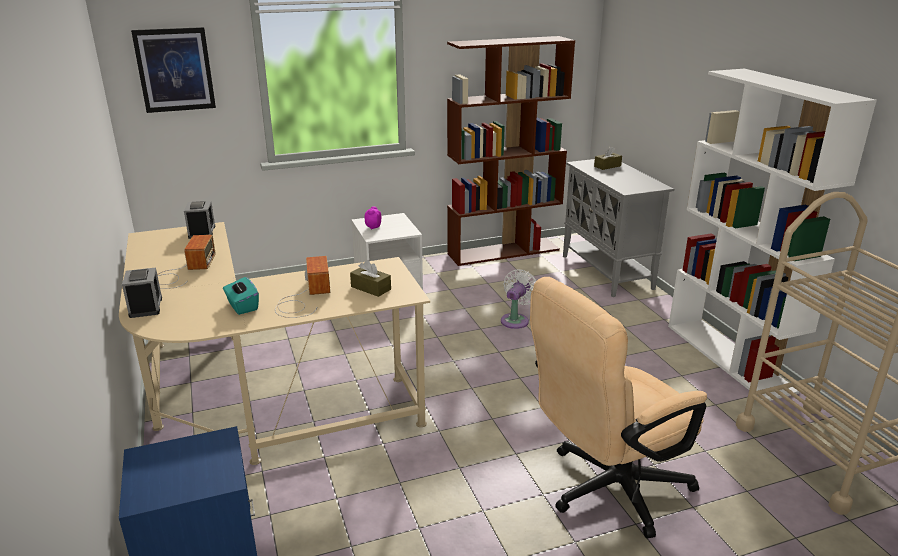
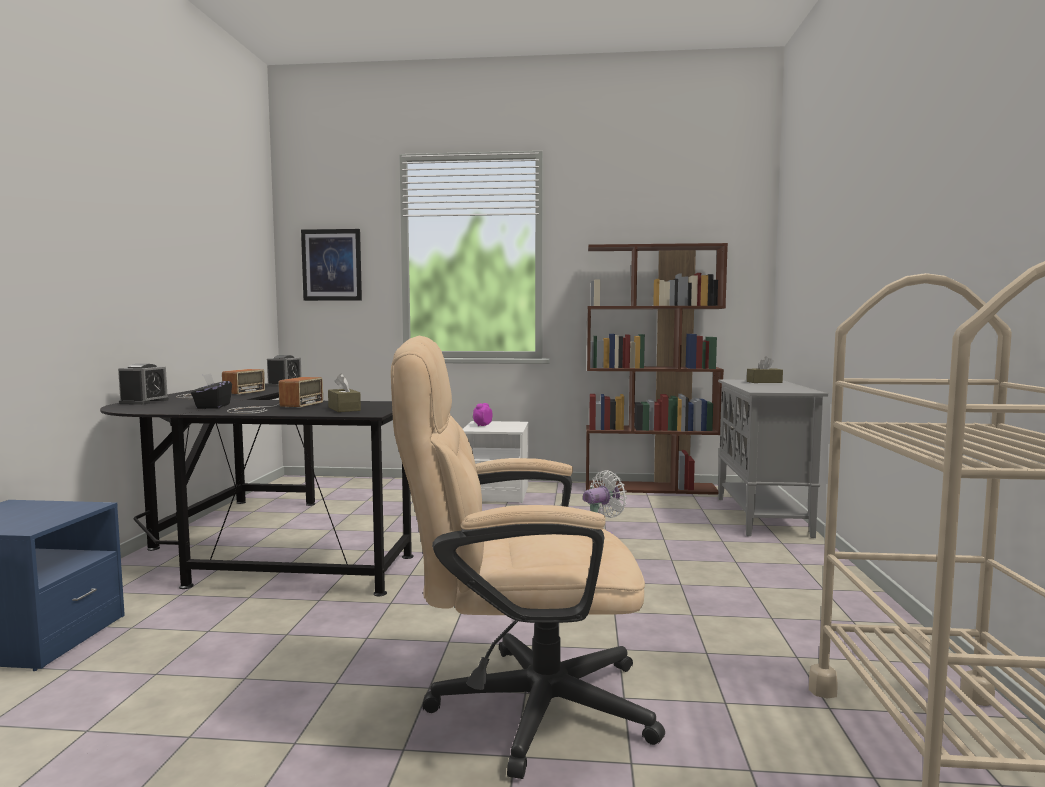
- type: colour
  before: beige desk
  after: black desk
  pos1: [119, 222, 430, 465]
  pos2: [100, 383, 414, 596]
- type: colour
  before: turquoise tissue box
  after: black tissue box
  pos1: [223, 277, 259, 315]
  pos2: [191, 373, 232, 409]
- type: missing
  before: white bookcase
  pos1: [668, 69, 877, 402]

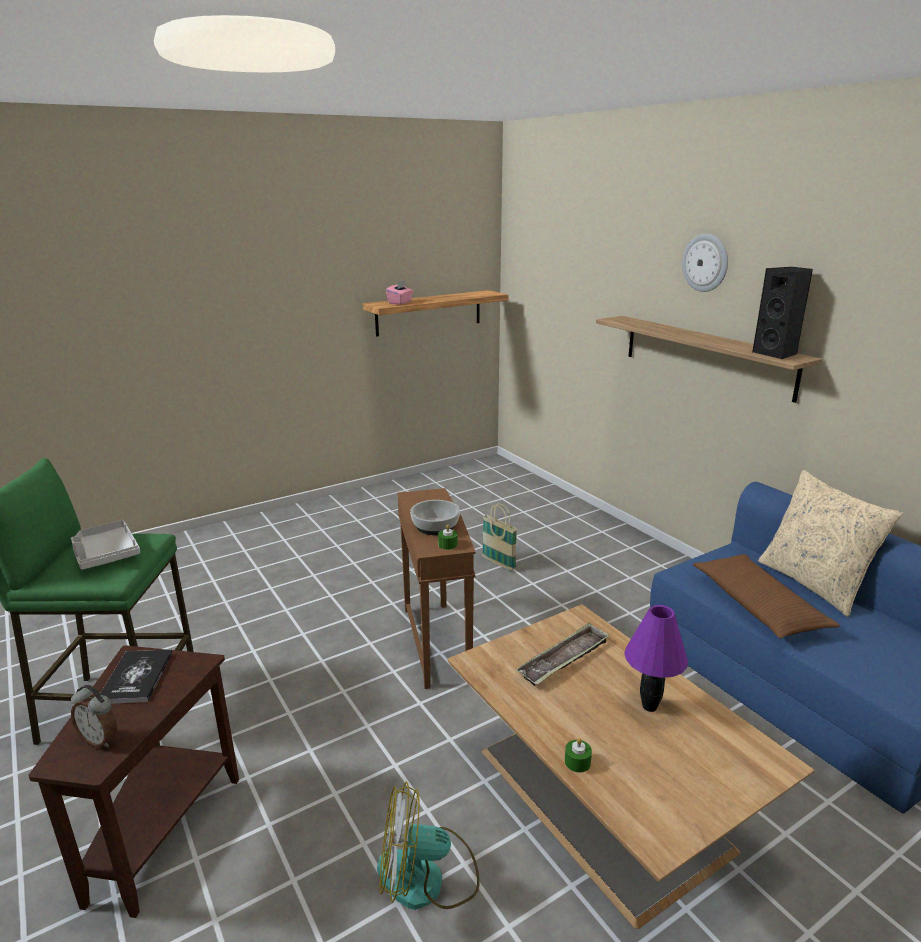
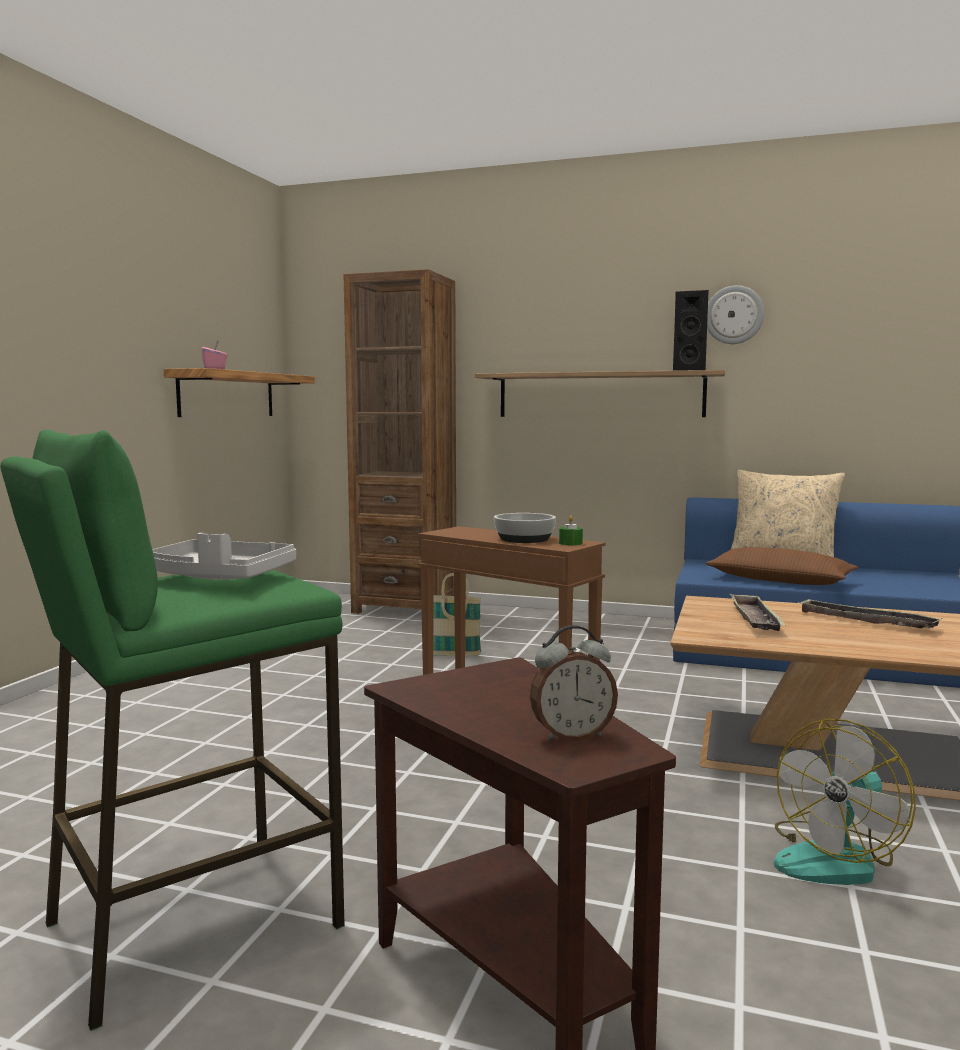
- type: appeared
  after: brown bookcase
  pos2: [344, 269, 456, 614]
- type: relocated
  before: wall clock
  pos1: [682, 234, 728, 292]
  pos2: [707, 285, 765, 344]
- type: exchanged
  before: purple table lamp
  after: tray
  pos1: [624, 605, 688, 712]
  pos2: [798, 598, 942, 628]
- type: missing
  before: book
  pos1: [100, 650, 173, 703]
- type: missing
  before: green candle
  pos1: [565, 738, 592, 773]

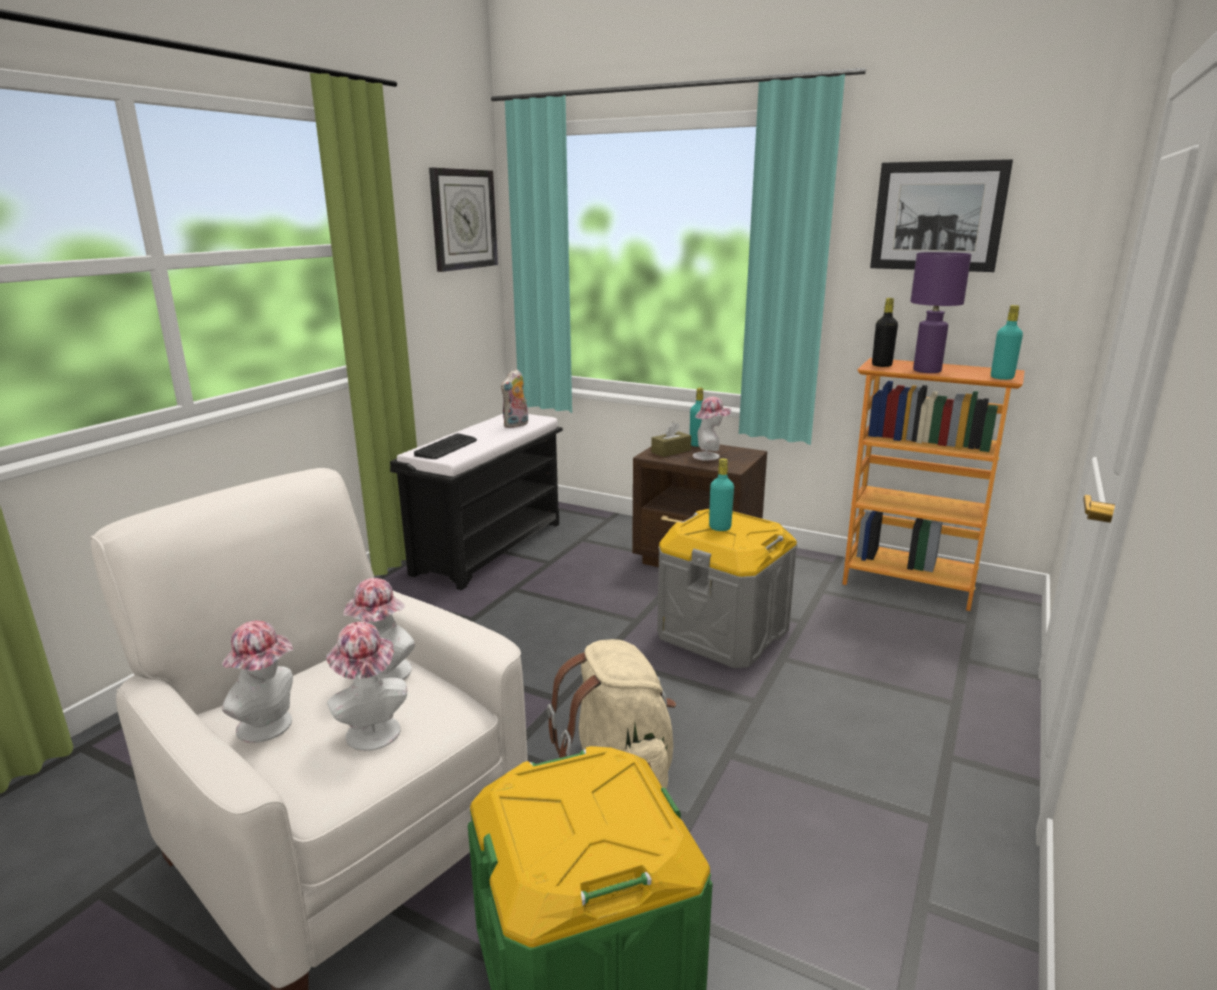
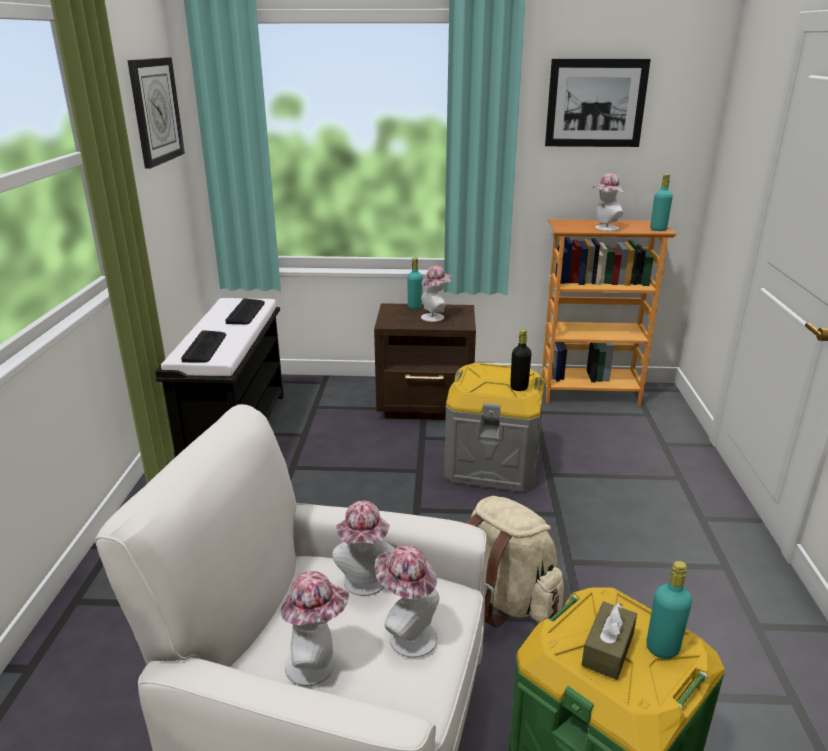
- type: exchanged
  before: plush toy
  after: keyboard
  pos1: [501, 369, 528, 428]
  pos2: [226, 298, 265, 324]
- type: relocated
  before: black bottle
  pos1: [872, 298, 898, 367]
  pos2: [510, 329, 532, 391]
- type: relocated
  before: brown tissue box
  pos1: [651, 422, 691, 457]
  pos2: [582, 601, 637, 680]
- type: exchanged
  before: purple table lamp
  after: hat
  pos1: [910, 252, 972, 373]
  pos2: [593, 173, 623, 231]
- type: relocated
  before: turquoise bottle
  pos1: [709, 458, 734, 531]
  pos2: [646, 561, 692, 659]

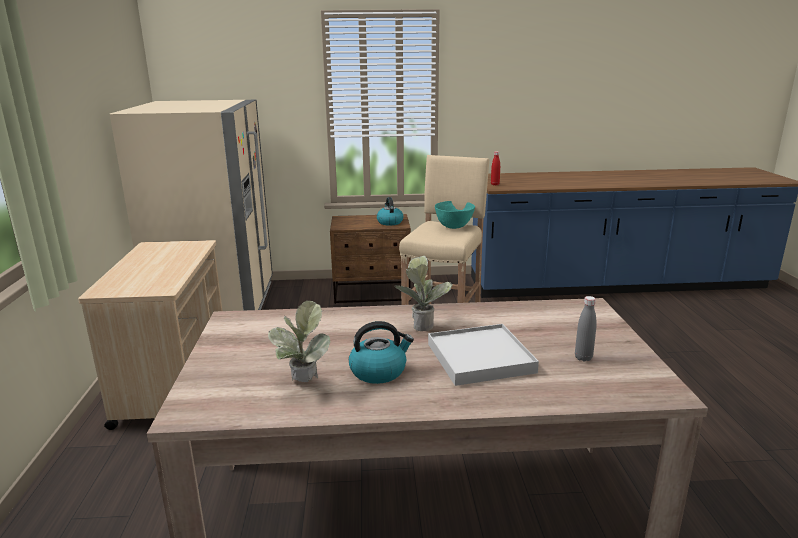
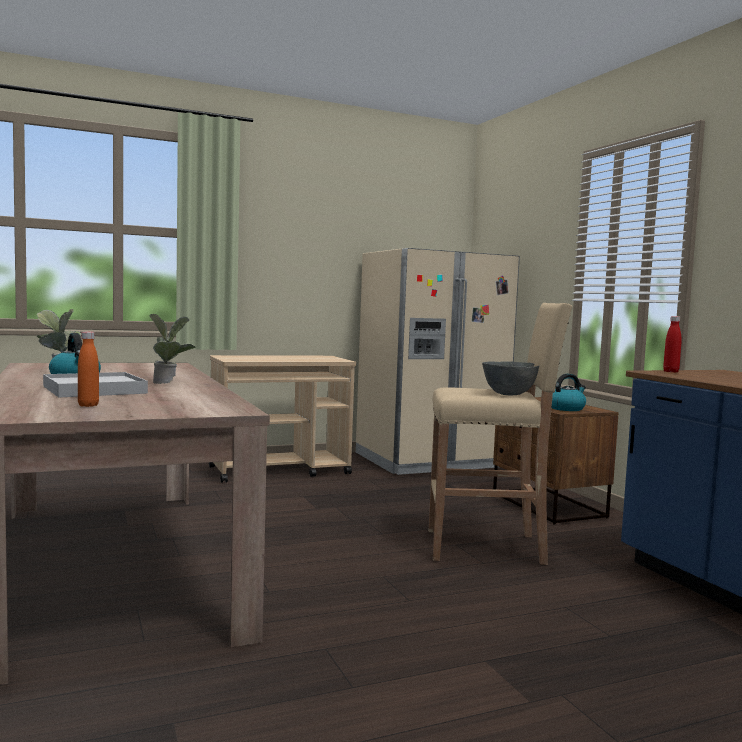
- type: colour
  before: grey bottle
  after: orange bottle
  pos1: [575, 296, 597, 362]
  pos2: [78, 332, 99, 407]
- type: colour
  before: turquoise bowl
  after: grey bowl
  pos1: [435, 201, 475, 229]
  pos2: [482, 361, 539, 395]

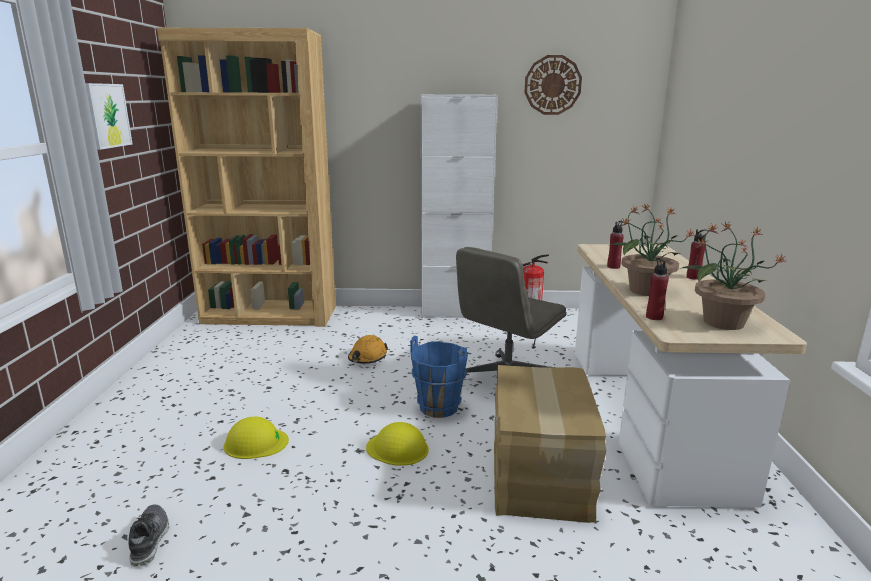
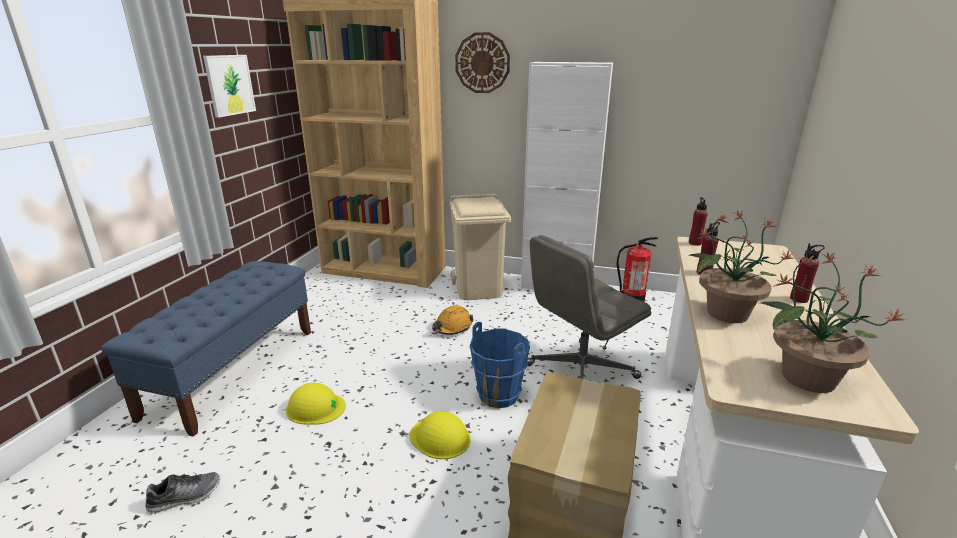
- type: appeared
  after: blue bench
  pos2: [101, 261, 311, 437]
- type: spun
  before: shoe
  pos1: [128, 504, 169, 567]
  pos2: [145, 472, 220, 514]
  turn: 60
- type: appeared
  after: beige trash can
  pos2: [449, 193, 511, 300]
- type: relocated
  before: wall clock
  pos1: [524, 55, 582, 115]
  pos2: [455, 32, 510, 93]
- type: relocated
  before: red bottle
  pos1: [646, 258, 669, 320]
  pos2: [689, 197, 708, 246]

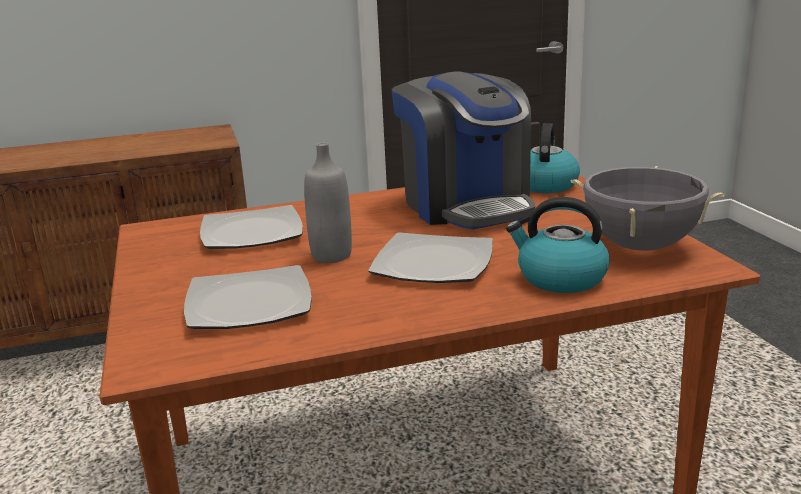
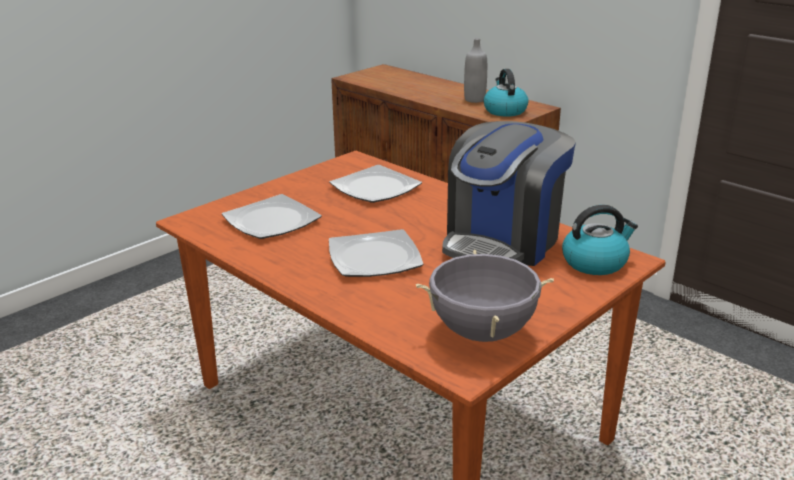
- type: relocated
  before: grey bottle
  pos1: [304, 143, 352, 263]
  pos2: [464, 38, 487, 103]
- type: relocated
  before: kettle
  pos1: [506, 197, 610, 293]
  pos2: [483, 69, 529, 117]

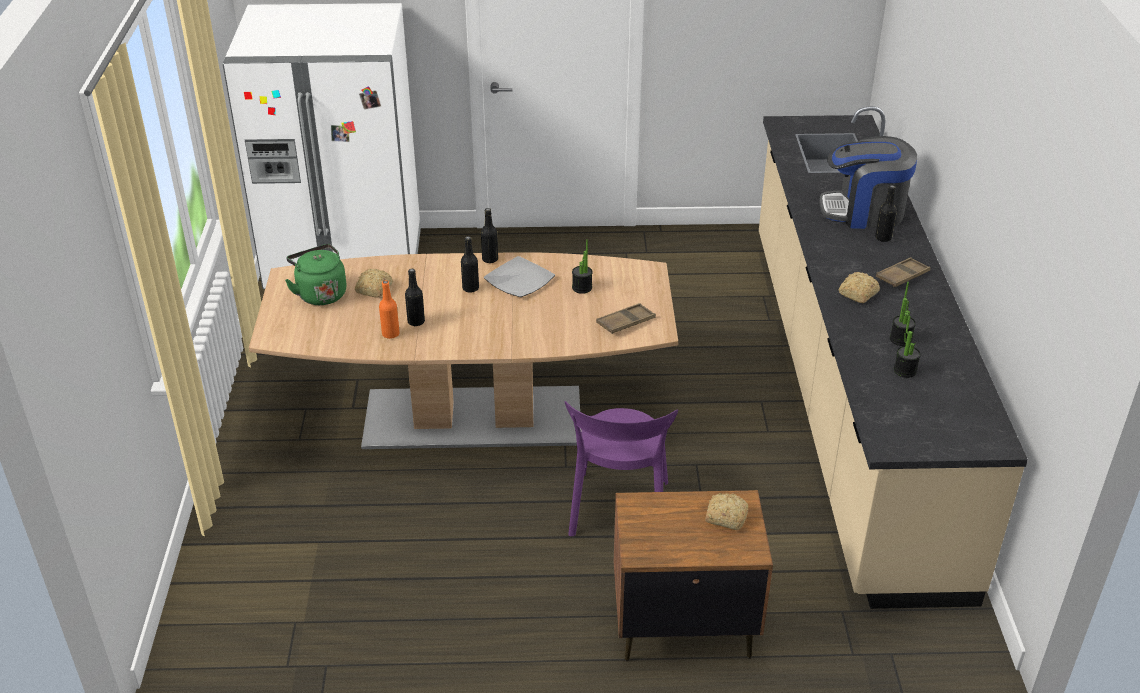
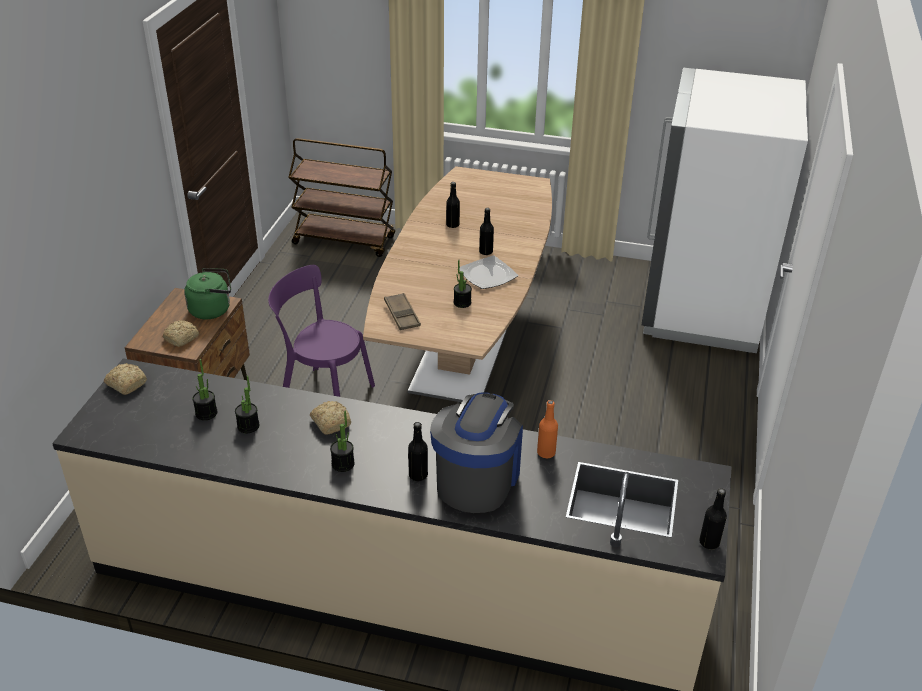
- type: relocated
  before: bread
  pos1: [355, 269, 393, 298]
  pos2: [104, 363, 147, 395]
- type: relocated
  before: green kettle
  pos1: [285, 244, 347, 305]
  pos2: [184, 268, 231, 319]
- type: appeared
  after: brown cart
  pos2: [288, 138, 395, 257]
- type: exchanged
  before: brown tray
  after: potted plant
  pos1: [876, 257, 930, 287]
  pos2: [330, 411, 355, 472]
- type: relocated
  before: orange bottle
  pos1: [379, 281, 400, 339]
  pos2: [537, 400, 558, 458]
- type: relocated
  before: black bottle
  pos1: [481, 208, 498, 263]
  pos2: [699, 488, 727, 549]

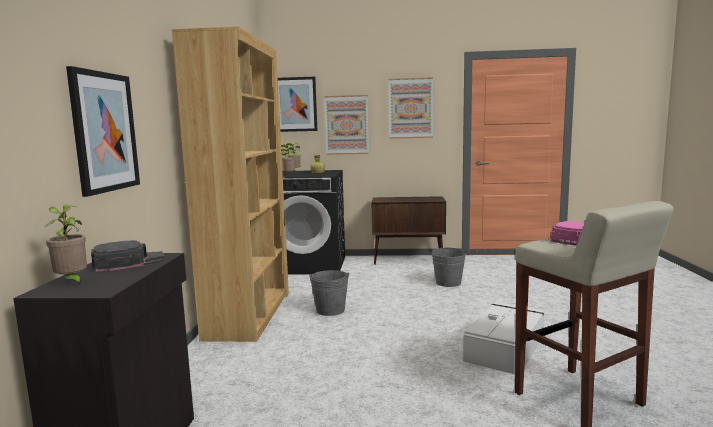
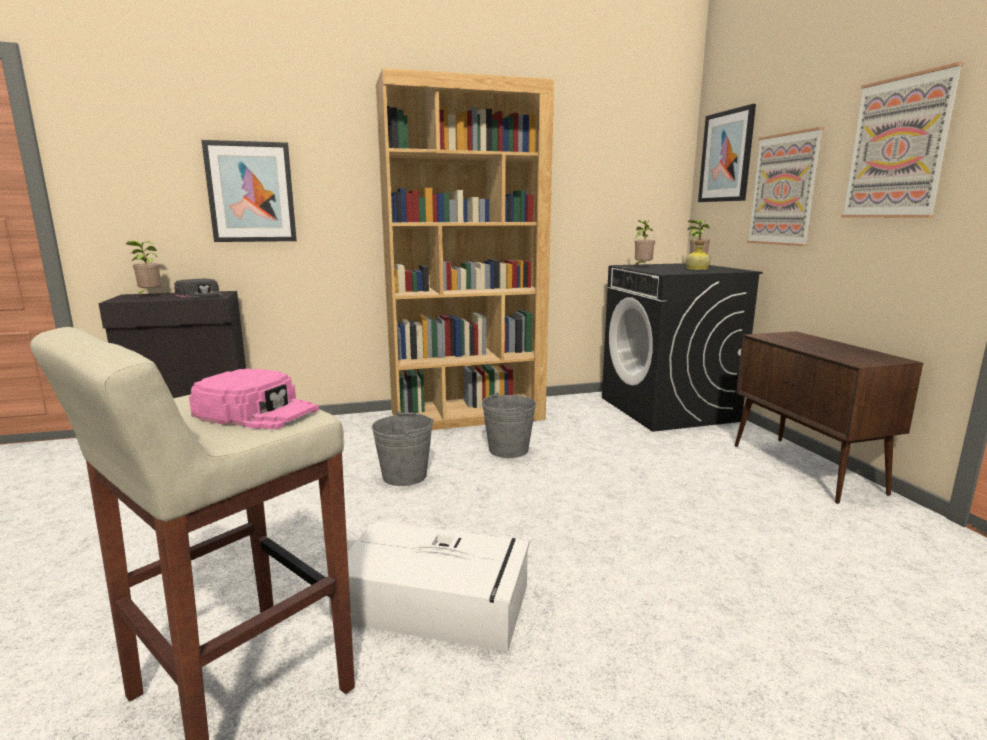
- type: relocated
  before: grey bucket
  pos1: [431, 247, 466, 287]
  pos2: [372, 411, 434, 486]

